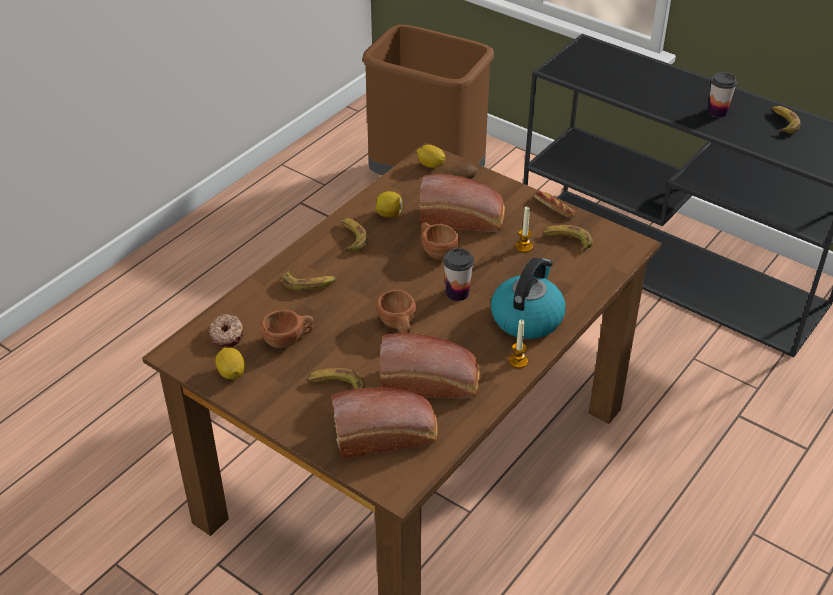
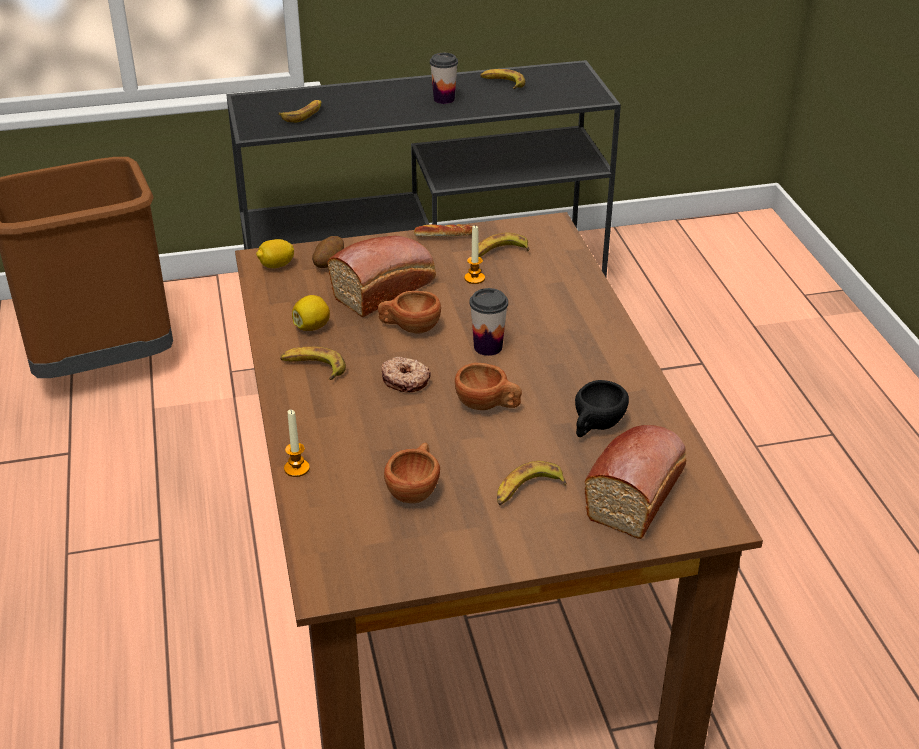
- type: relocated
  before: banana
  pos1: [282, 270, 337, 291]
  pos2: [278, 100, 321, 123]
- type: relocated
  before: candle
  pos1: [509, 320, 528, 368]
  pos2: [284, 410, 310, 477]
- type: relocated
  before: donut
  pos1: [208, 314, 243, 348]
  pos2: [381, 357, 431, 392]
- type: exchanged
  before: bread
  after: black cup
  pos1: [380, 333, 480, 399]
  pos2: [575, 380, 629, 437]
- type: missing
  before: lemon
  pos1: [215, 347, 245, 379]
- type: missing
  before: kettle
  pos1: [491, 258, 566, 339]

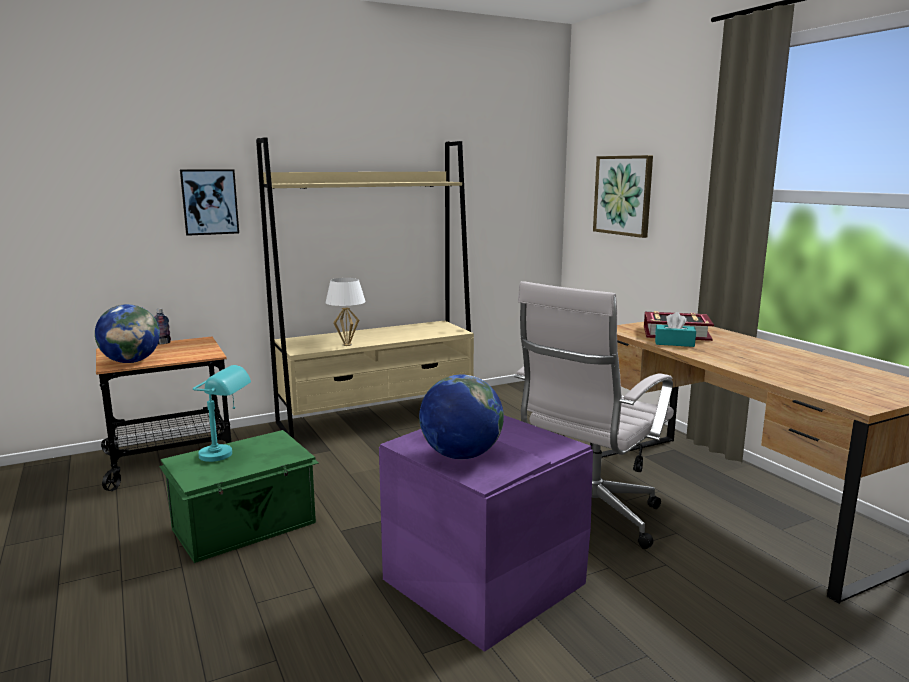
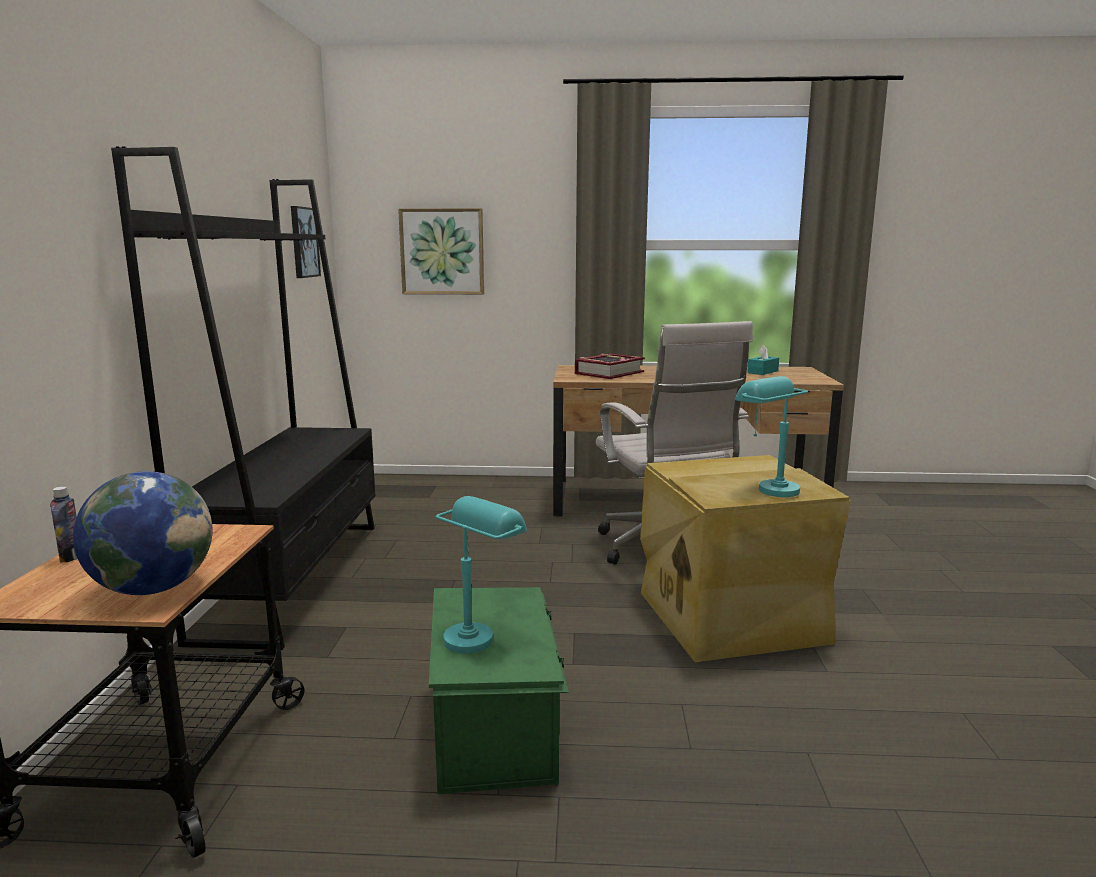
- type: colour
  before: beige bookcase
  after: black bookcase
  pos1: [256, 138, 474, 439]
  pos2: [111, 146, 375, 650]
- type: relocated
  before: picture
  pos1: [180, 169, 239, 236]
  pos2: [291, 206, 321, 278]
- type: colour
  before: purple storage box
  after: beige storage box
  pos1: [379, 415, 593, 652]
  pos2: [640, 455, 851, 662]
- type: exchanged
  before: globe
  after: turquoise table lamp
  pos1: [419, 375, 504, 459]
  pos2: [735, 376, 808, 497]
- type: relocated
  before: turquoise tissue box
  pos1: [655, 312, 696, 347]
  pos2: [747, 345, 779, 375]
- type: missing
  before: white table lamp
  pos1: [325, 278, 366, 346]

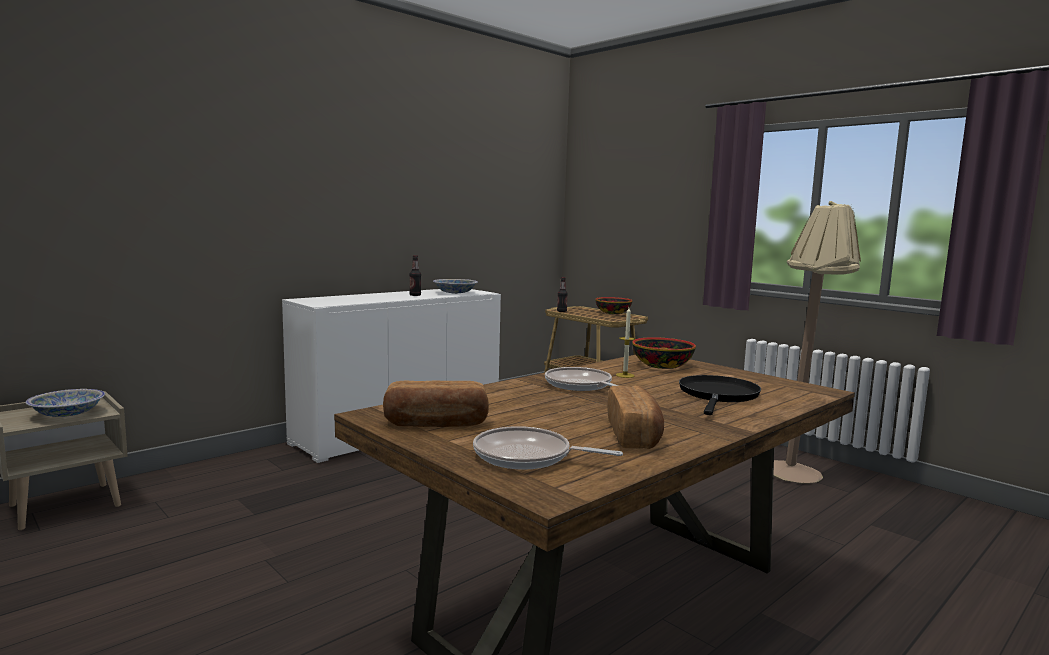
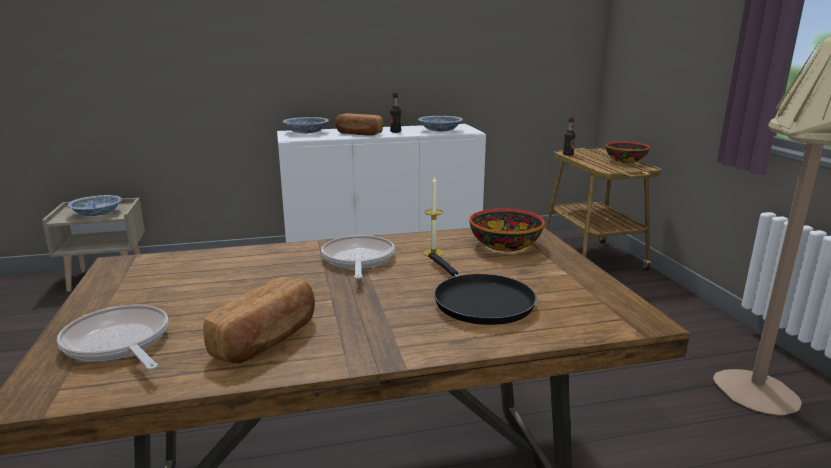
- type: appeared
  after: bowl
  pos2: [283, 117, 329, 133]
- type: relocated
  before: bread
  pos1: [383, 380, 489, 427]
  pos2: [335, 113, 383, 136]
- type: spun
  before: black frying pan
  pos1: [679, 375, 761, 415]
  pos2: [428, 253, 536, 325]
  turn: 105

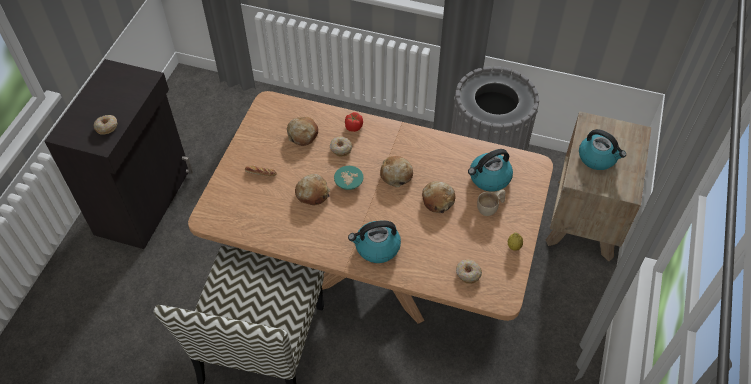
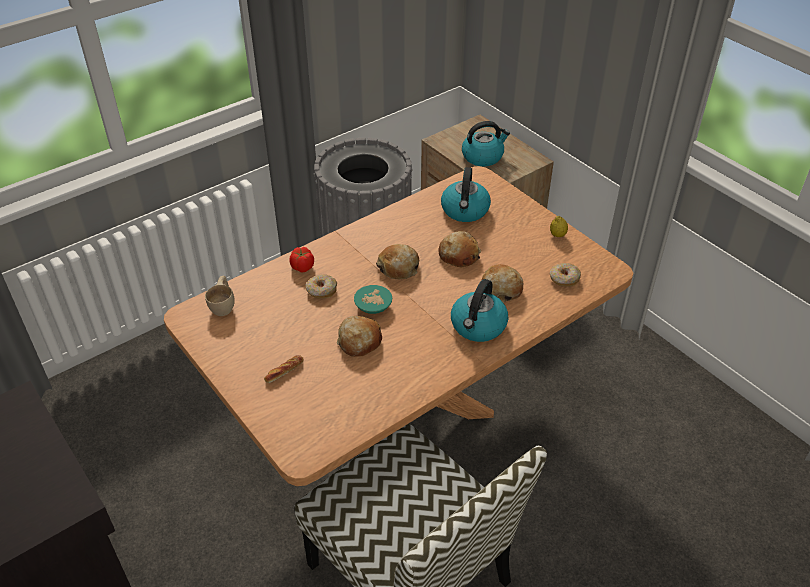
- type: relocated
  before: beige cup
  pos1: [477, 189, 506, 216]
  pos2: [205, 276, 235, 316]
- type: relocated
  before: bread
  pos1: [287, 117, 318, 146]
  pos2: [482, 264, 523, 303]
- type: missing
  before: donut
  pos1: [94, 115, 117, 135]

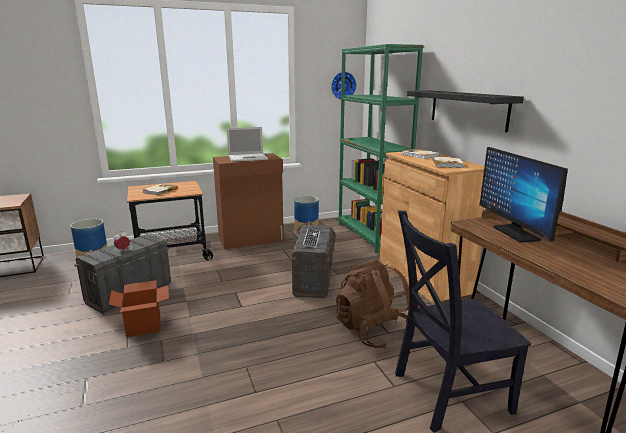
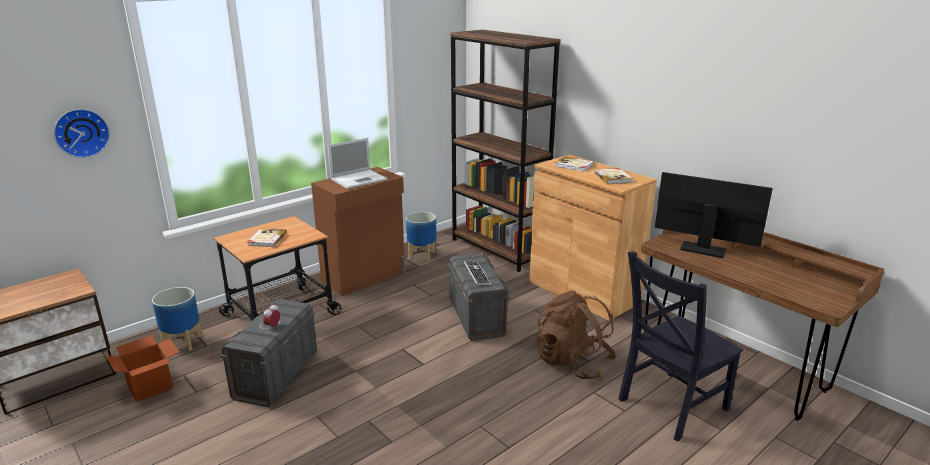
- type: relocated
  before: wall clock
  pos1: [331, 72, 356, 100]
  pos2: [54, 109, 110, 158]
- type: relocated
  before: cardboard box
  pos1: [109, 280, 169, 337]
  pos2: [106, 335, 179, 402]
- type: colour
  before: green bookcase
  after: brown bookcase
  pos1: [339, 44, 424, 253]
  pos2: [450, 30, 561, 272]
- type: spun
  before: monitor
  pos1: [480, 147, 568, 243]
  pos2: [655, 172, 773, 258]
  turn: 150
- type: missing
  before: black shelf
  pos1: [407, 90, 524, 132]

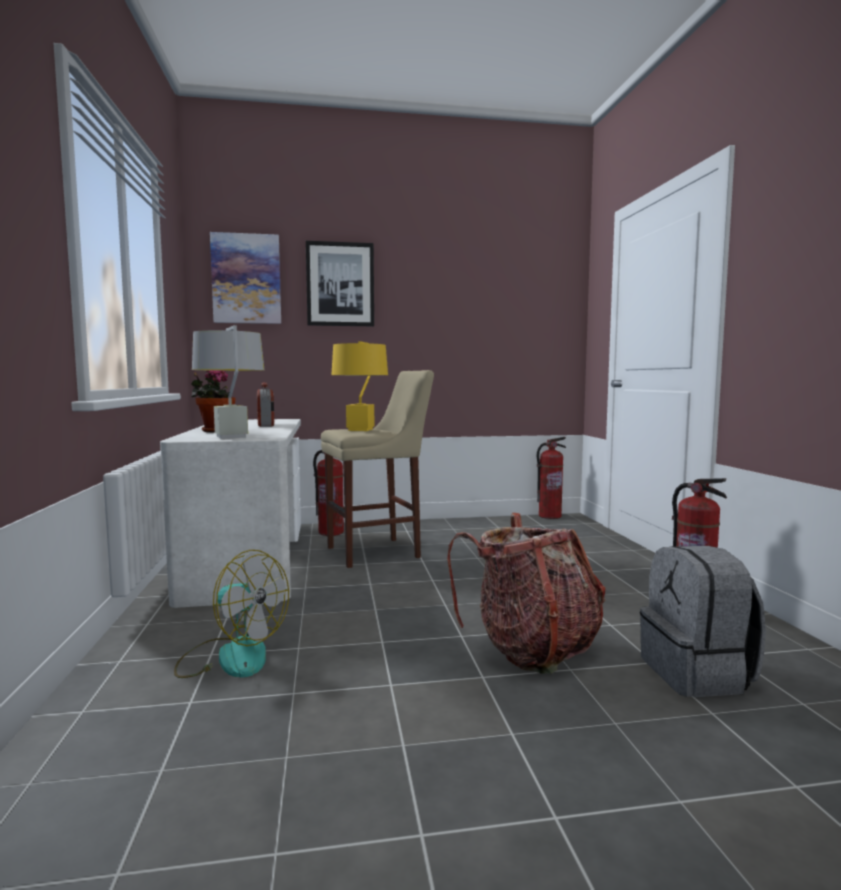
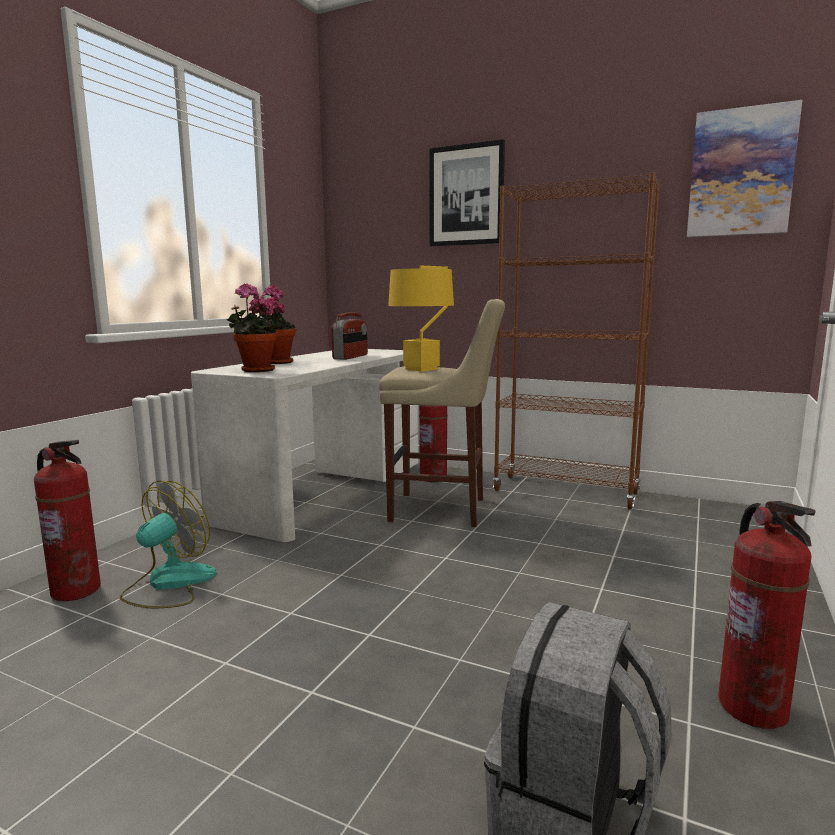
- type: relocated
  before: fire extinguisher
  pos1: [537, 437, 566, 519]
  pos2: [34, 440, 101, 601]
- type: spun
  before: fan
  pos1: [174, 550, 289, 678]
  pos2: [120, 481, 217, 609]
  turn: -120
- type: exchanged
  before: grey table lamp
  after: potted plant
  pos1: [192, 325, 265, 439]
  pos2: [226, 283, 278, 372]
- type: appeared
  after: brown bookcase
  pos2: [493, 172, 660, 510]
- type: relocated
  before: picture
  pos1: [210, 232, 281, 324]
  pos2: [687, 100, 802, 237]
- type: missing
  before: backpack
  pos1: [447, 513, 606, 674]

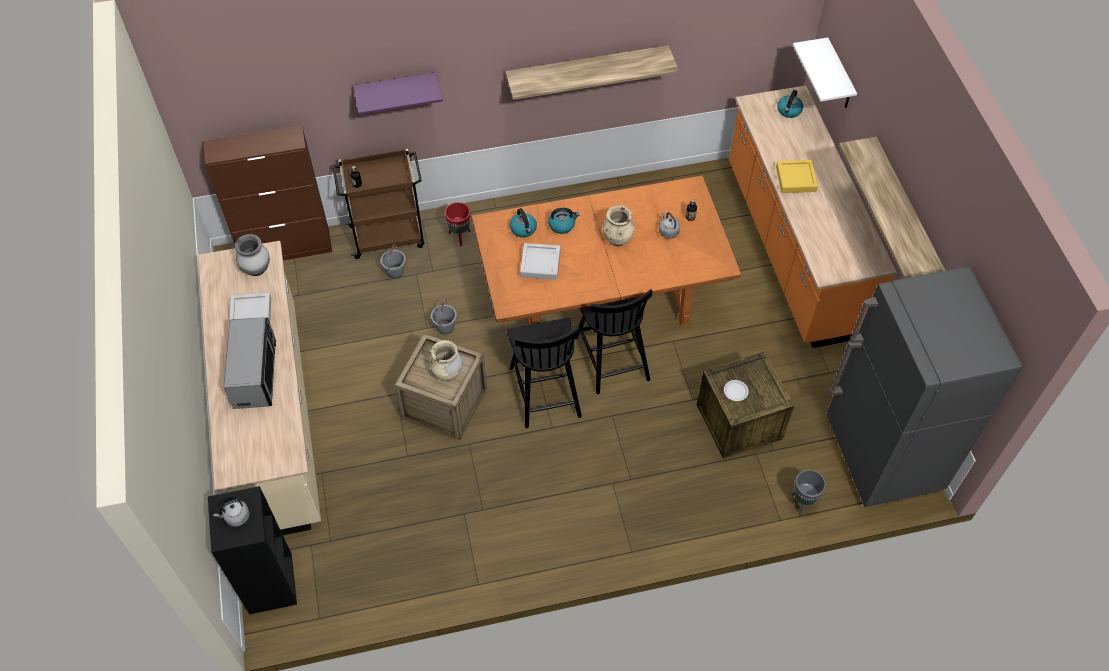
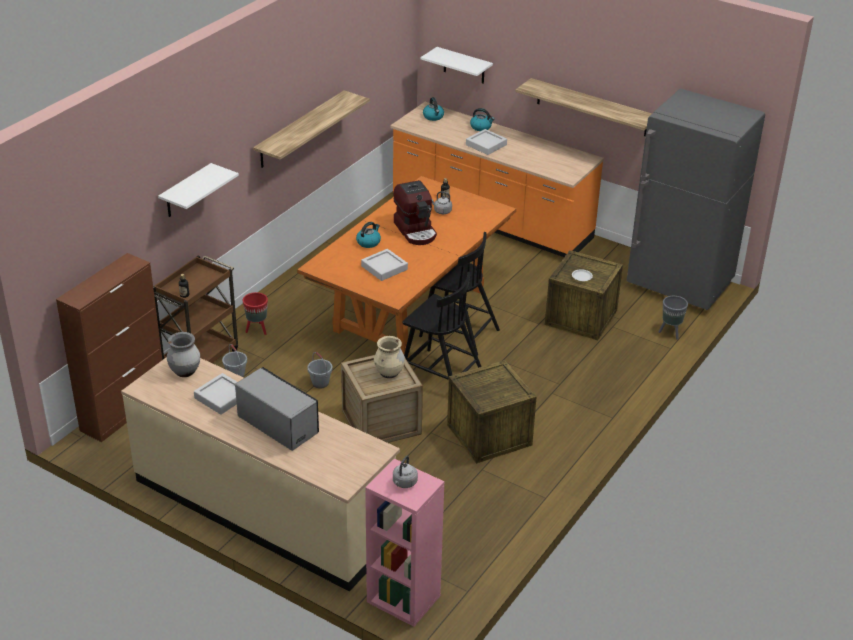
- type: colour
  before: purple shelf
  after: white shelf
  pos1: [353, 73, 443, 115]
  pos2: [158, 163, 239, 217]
- type: colour
  before: black bookcase
  after: pink bookcase
  pos1: [208, 486, 297, 615]
  pos2: [365, 459, 444, 627]
- type: exchanged
  before: beige vase
  after: coffee machine
  pos1: [603, 205, 634, 246]
  pos2: [393, 180, 437, 245]
- type: appeared
  after: crate
  pos2: [447, 360, 537, 464]
- type: colour
  before: yellow tray
  after: grey tray
  pos1: [776, 160, 818, 193]
  pos2: [466, 129, 507, 155]
- type: relocated
  before: kettle
  pos1: [510, 208, 537, 237]
  pos2: [470, 108, 495, 131]

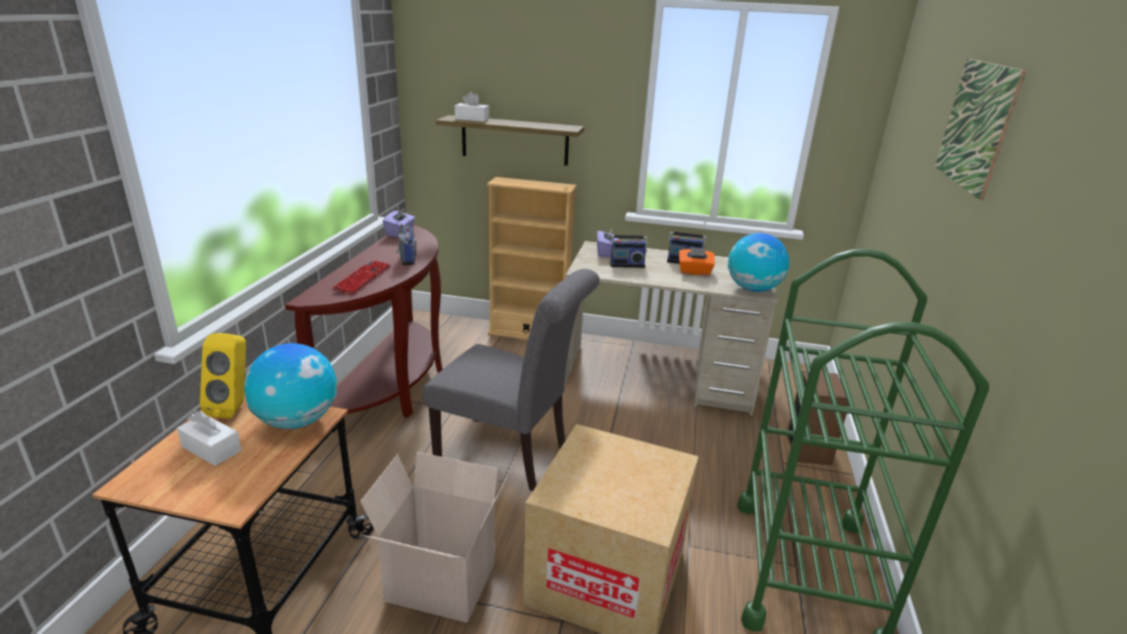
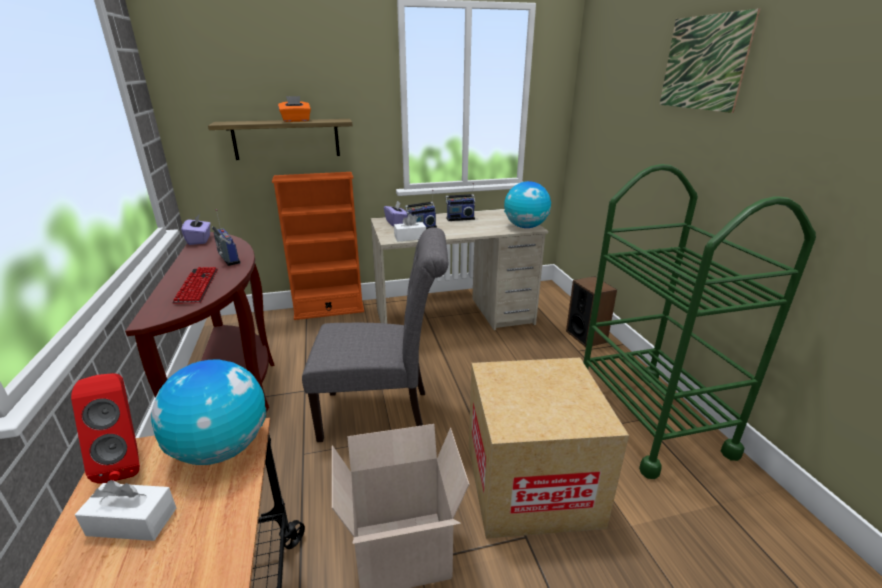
- type: colour
  before: yellow speaker
  after: red speaker
  pos1: [200, 333, 246, 419]
  pos2: [71, 373, 140, 484]
- type: colour
  before: beige bookcase
  after: orange bookcase
  pos1: [487, 177, 577, 340]
  pos2: [272, 172, 364, 320]
- type: relocated
  before: orange tissue box
  pos1: [679, 247, 715, 276]
  pos2: [278, 96, 311, 122]
- type: relocated
  before: white tissue box
  pos1: [455, 92, 489, 122]
  pos2: [394, 214, 426, 242]

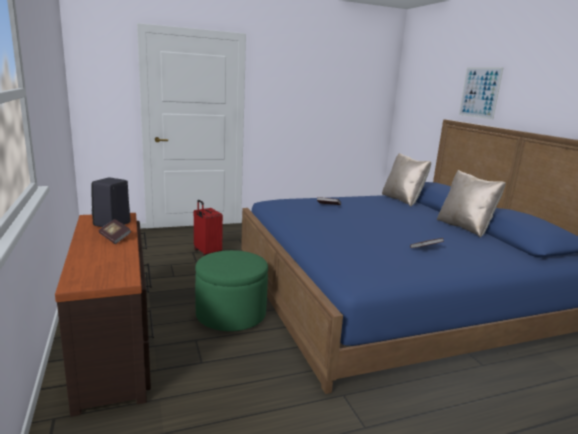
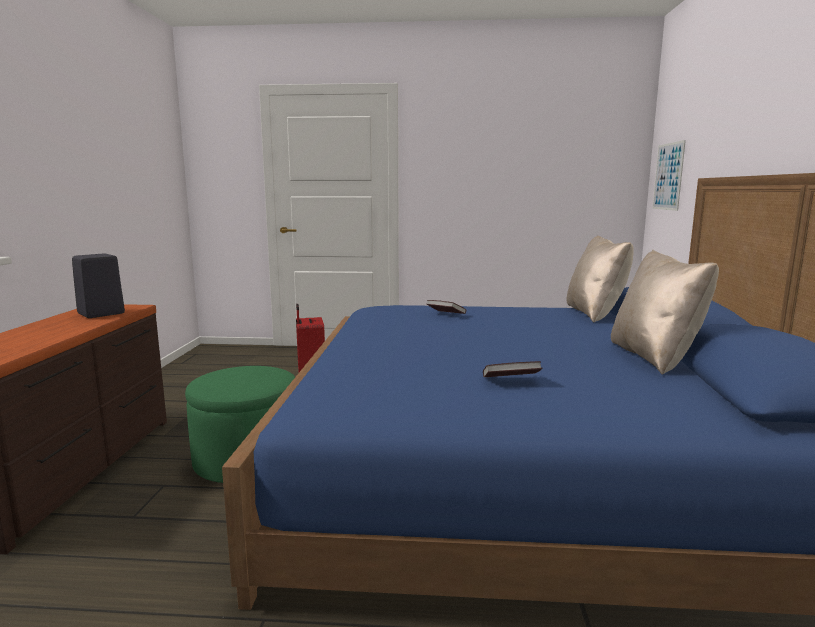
- type: relocated
  before: picture
  pos1: [459, 67, 504, 119]
  pos2: [652, 140, 686, 211]
- type: missing
  before: book
  pos1: [98, 219, 132, 244]

